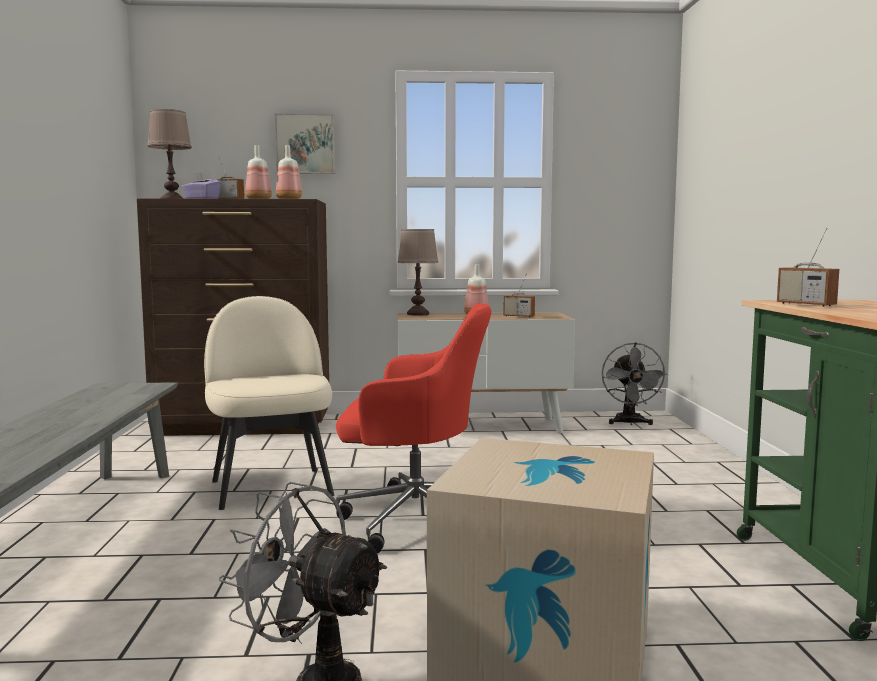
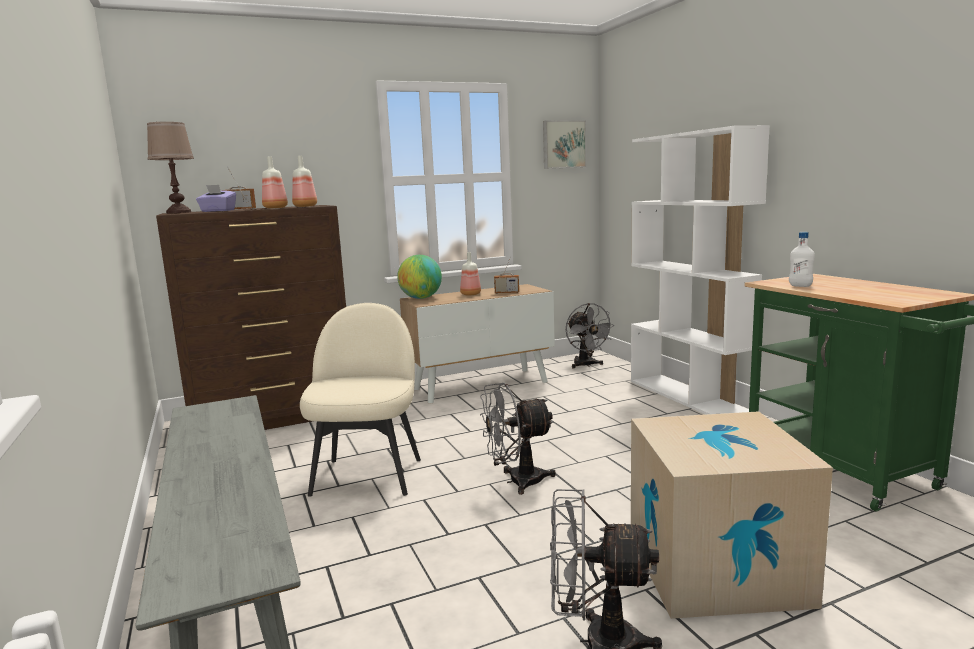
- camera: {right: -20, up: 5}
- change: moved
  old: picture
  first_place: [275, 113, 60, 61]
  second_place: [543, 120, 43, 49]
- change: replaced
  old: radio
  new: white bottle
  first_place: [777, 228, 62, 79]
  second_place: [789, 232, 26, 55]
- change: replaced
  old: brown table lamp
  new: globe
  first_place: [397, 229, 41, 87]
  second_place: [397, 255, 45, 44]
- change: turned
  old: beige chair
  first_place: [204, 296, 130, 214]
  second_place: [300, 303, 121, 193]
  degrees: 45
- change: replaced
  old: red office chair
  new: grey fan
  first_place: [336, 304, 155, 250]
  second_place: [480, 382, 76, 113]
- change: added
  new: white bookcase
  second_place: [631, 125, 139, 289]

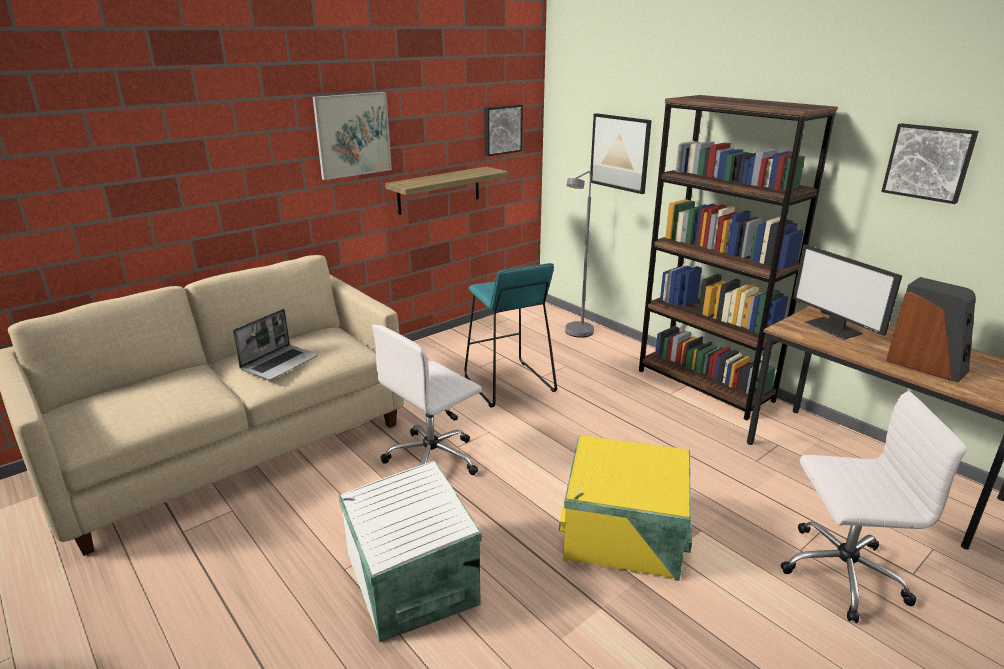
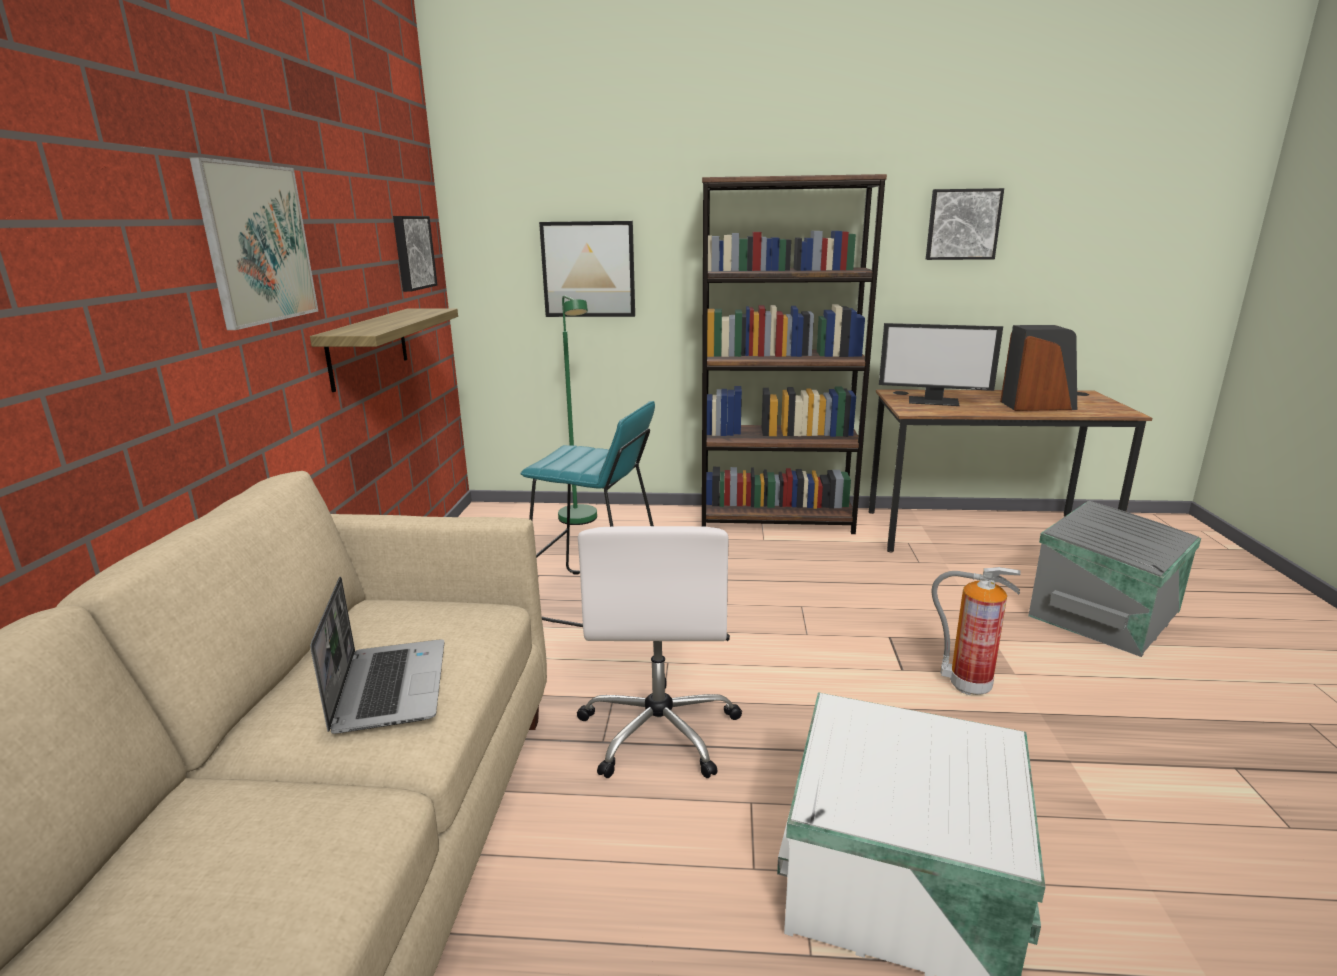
- camera: {right: -45, up: -5}
- change: recoloured
  old: grey floor lamp
  new: green floor lamp
  first_place: [565, 171, 29, 167]
  second_place: [558, 295, 39, 230]
- change: replaced
  old: white office chair
  new: grey storage box
  first_place: [781, 391, 186, 232]
  second_place: [1028, 501, 173, 156]
- change: replaced
  old: yellow storage box
  new: fire extinguisher
  first_place: [559, 435, 133, 146]
  second_place: [932, 567, 89, 128]

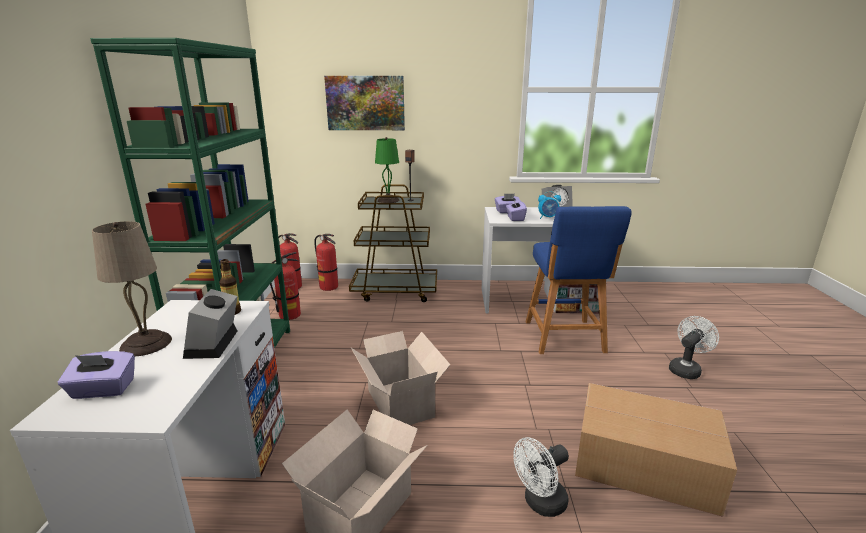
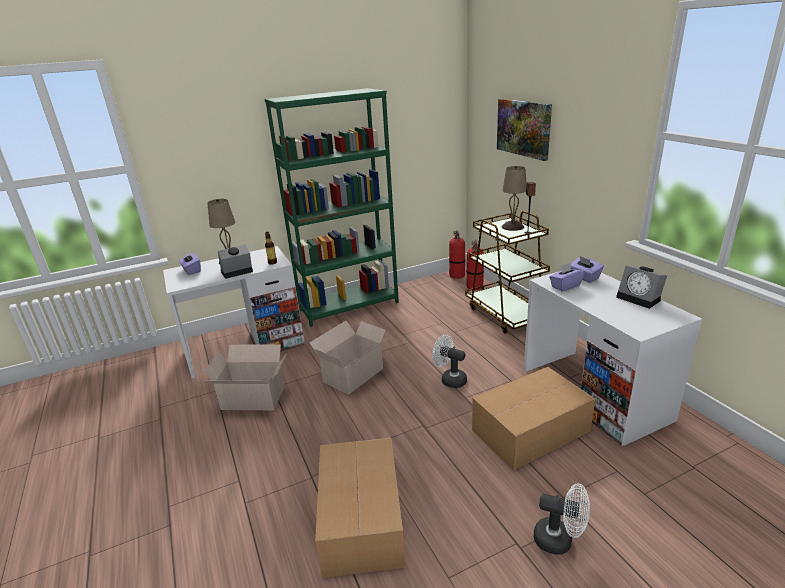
- camera: {right: 65, up: 5}
- change: recoloured
  old: green table lamp
  new: beige table lamp
  first_place: [375, 137, 25, 66]
  second_place: [502, 166, 25, 65]
- change: removed
  old: alarm clock
  first_place: [538, 191, 23, 28]
- change: replaced
  old: blue stool
  new: cardboard box
  first_place: [525, 206, 107, 148]
  second_place: [472, 367, 123, 104]
- change: removed
  old: fire extinguisher
  first_place: [270, 252, 31, 68]
- change: moved
  old: white fan
  first_place: [513, 437, 56, 80]
  second_place: [432, 334, 35, 54]

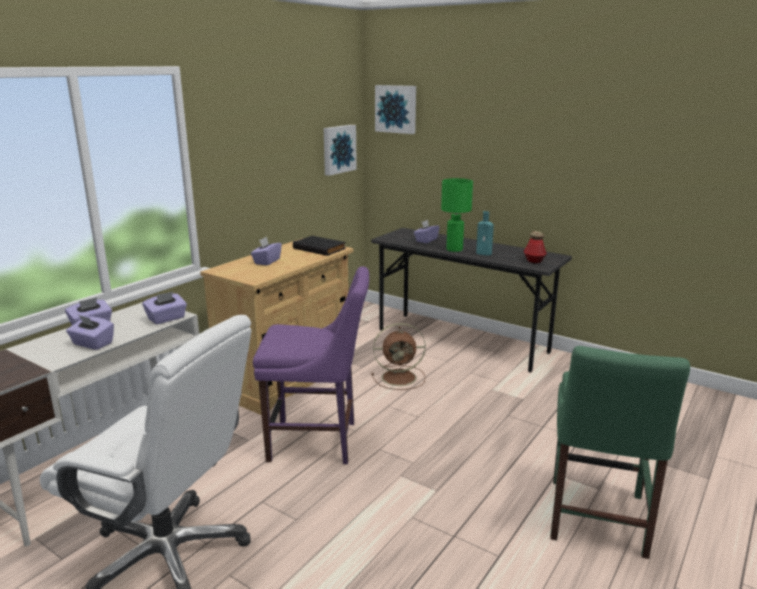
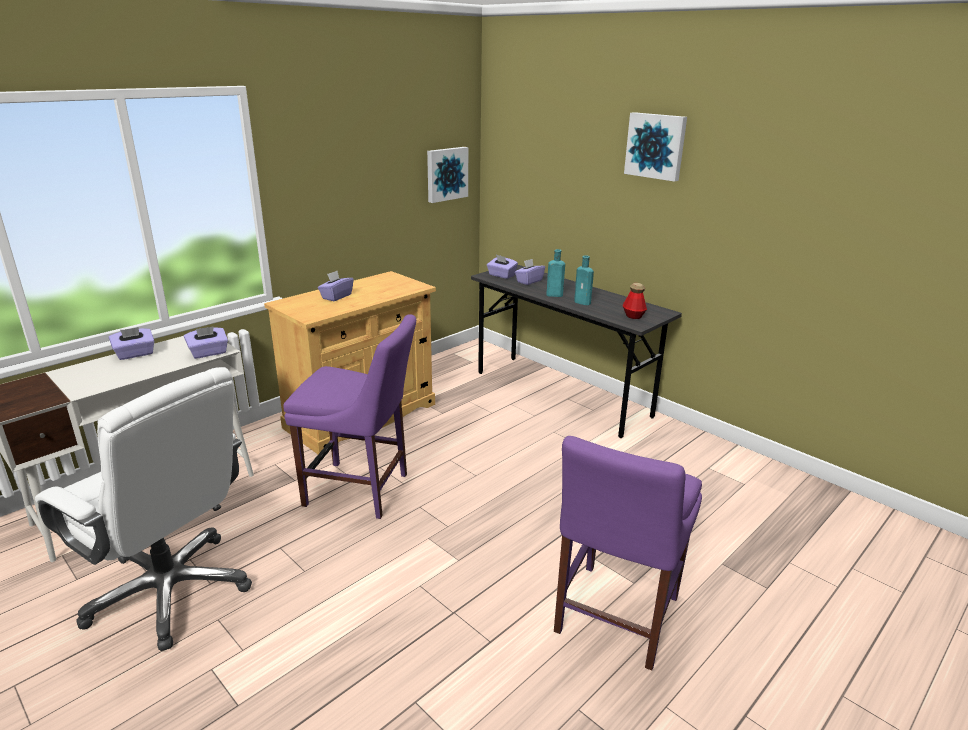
- camera: {right: 10, up: 5}
- change: moved
  old: picture
  first_place: [375, 85, 41, 49]
  second_place: [624, 112, 63, 70]
- change: replaced
  old: green table lamp
  new: turquoise bottle
  first_place: [441, 178, 32, 74]
  second_place: [546, 249, 19, 48]
- change: removed
  old: black book
  first_place: [293, 236, 53, 20]
- change: moved
  old: purple tissue box
  first_place: [66, 315, 48, 35]
  second_place: [487, 255, 31, 24]
- change: removed
  old: brown fan
  first_place: [371, 323, 55, 67]
- change: recoloured
  old: green chair
  new: purple chair
  first_place: [550, 346, 140, 213]
  second_place: [554, 436, 148, 235]

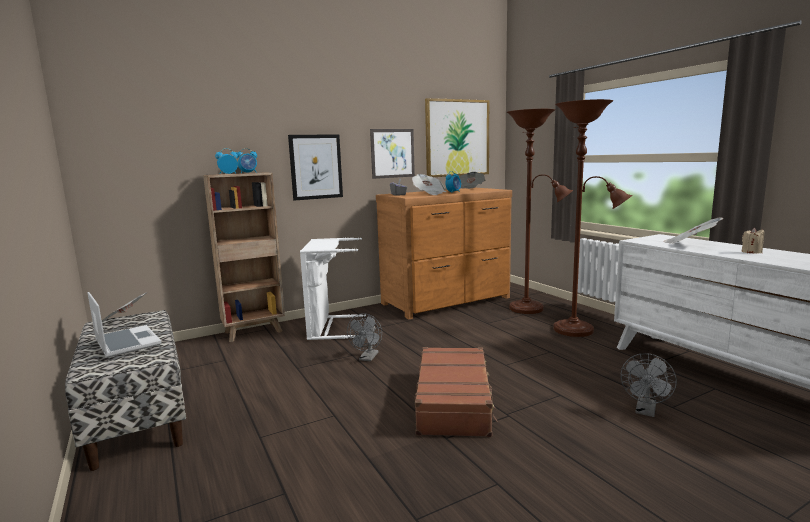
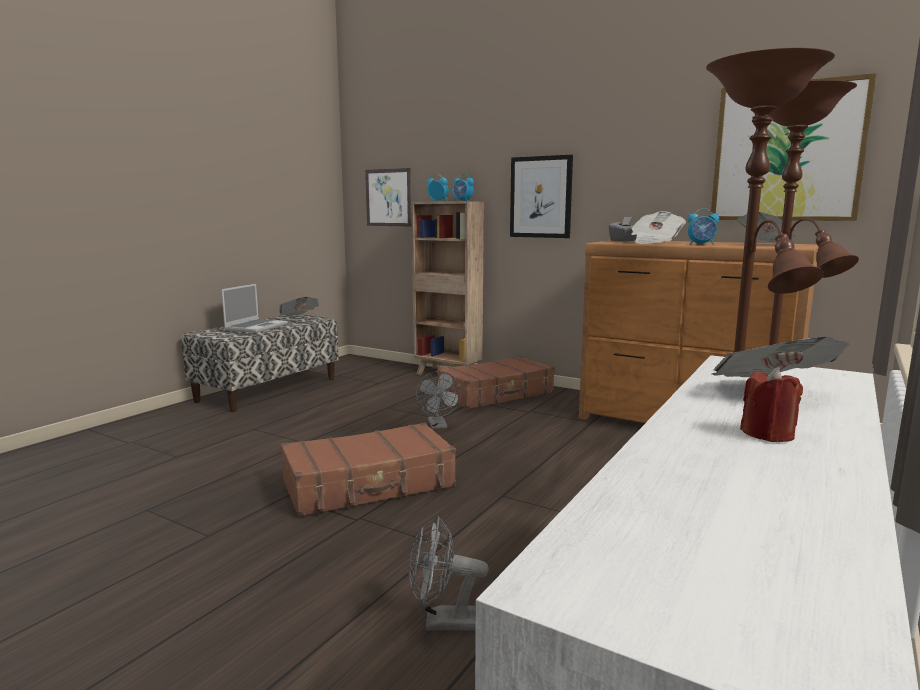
- camera: {right: 60, up: 0}
- change: moved
  old: picture
  first_place: [370, 129, 45, 50]
  second_place: [365, 168, 47, 58]
- change: recoloured
  old: beige candle
  new: red candle
  first_place: [741, 228, 23, 26]
  second_place: [740, 367, 63, 75]
- change: replaced
  old: white laundry basket
  new: brown suitcase
  first_place: [300, 238, 66, 102]
  second_place: [437, 356, 118, 53]
- change: turned
  old: grey fan
  first_place: [347, 313, 35, 48]
  second_place: [416, 371, 45, 58]
  degrees: -90

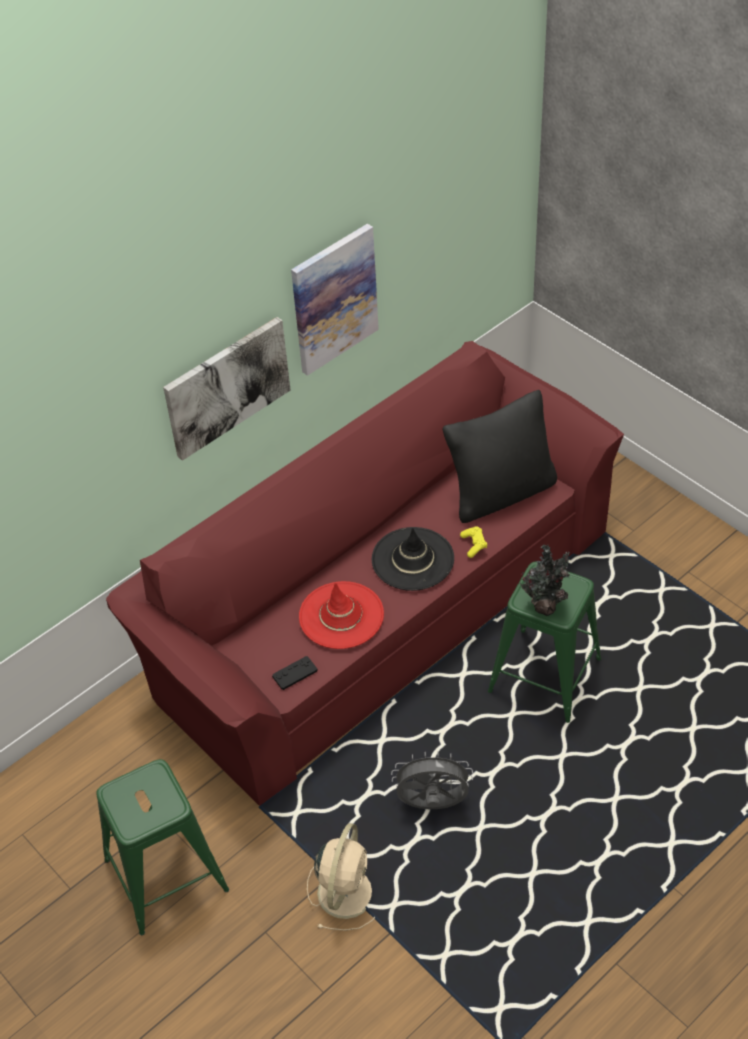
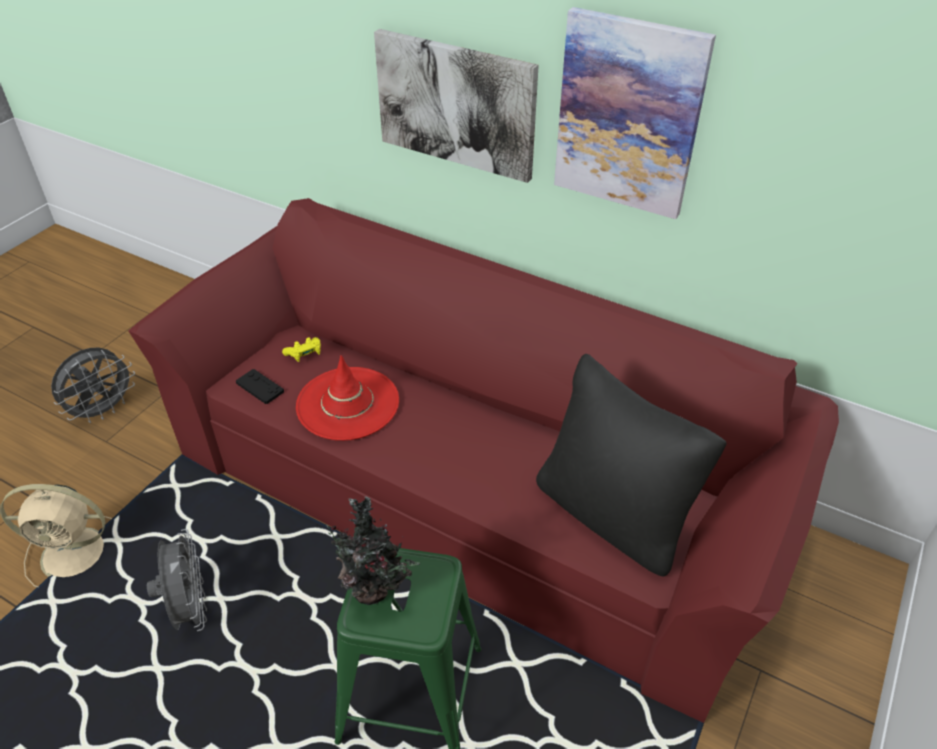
- camera: {right: 70, up: -5}
- change: moved
  old: yellow game controller
  first_place: [460, 526, 27, 32]
  second_place: [282, 337, 39, 25]
- change: removed
  old: black hat
  first_place: [372, 527, 82, 64]
- change: replaced
  old: green stool
  new: grey fan
  first_place: [96, 759, 133, 177]
  second_place: [51, 348, 84, 75]

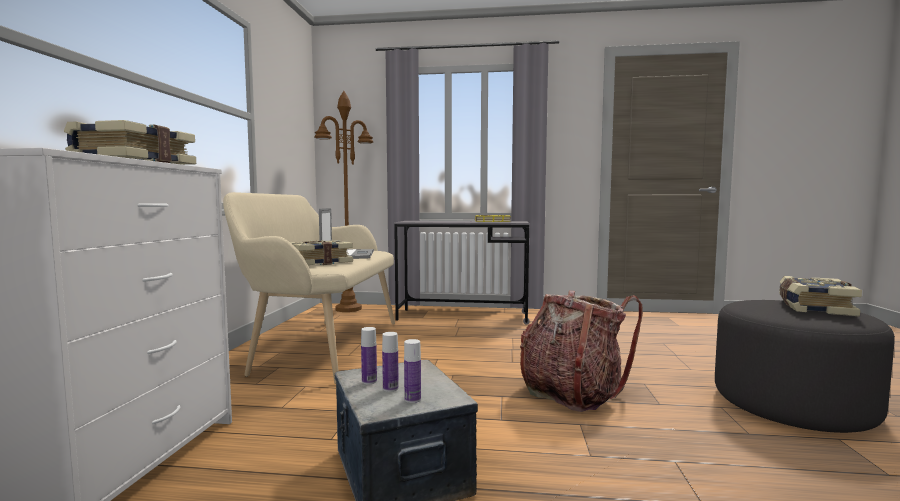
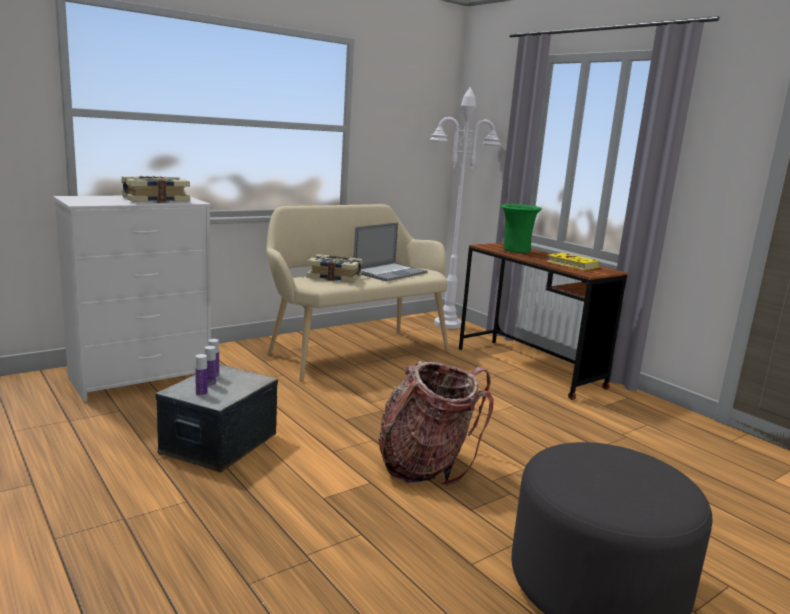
- camera: {right: 45, up: 10}
- change: recoloured
  old: brown floor lamp
  new: white floor lamp
  first_place: [314, 91, 60, 221]
  second_place: [430, 87, 71, 242]
- change: recoloured
  old: grey desk
  new: brown desk
  first_place: [394, 221, 136, 104]
  second_place: [459, 243, 169, 157]
- change: removed
  old: book
  first_place: [779, 276, 83, 40]
- change: added
  new: green vase
  second_place: [500, 204, 42, 49]

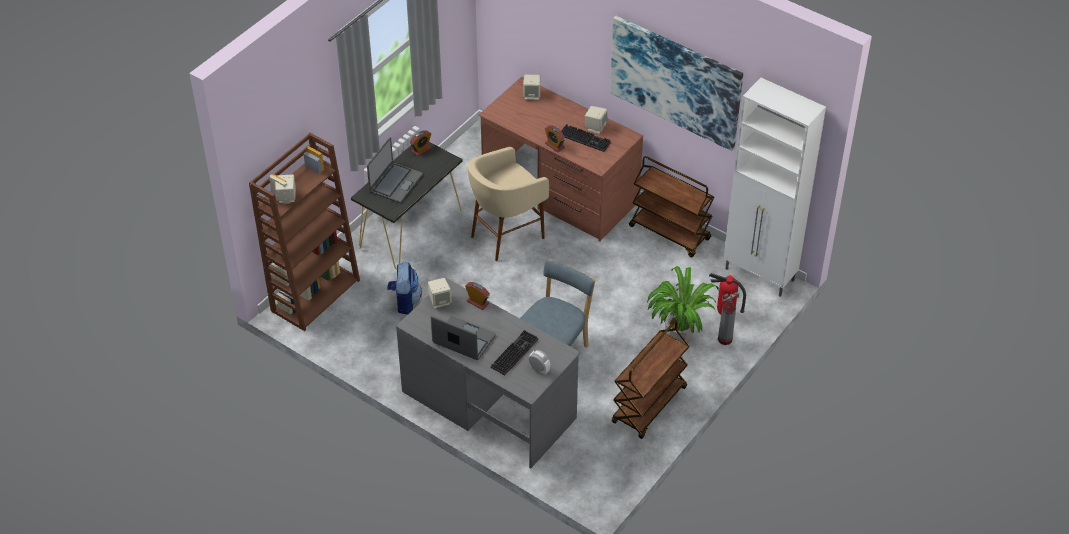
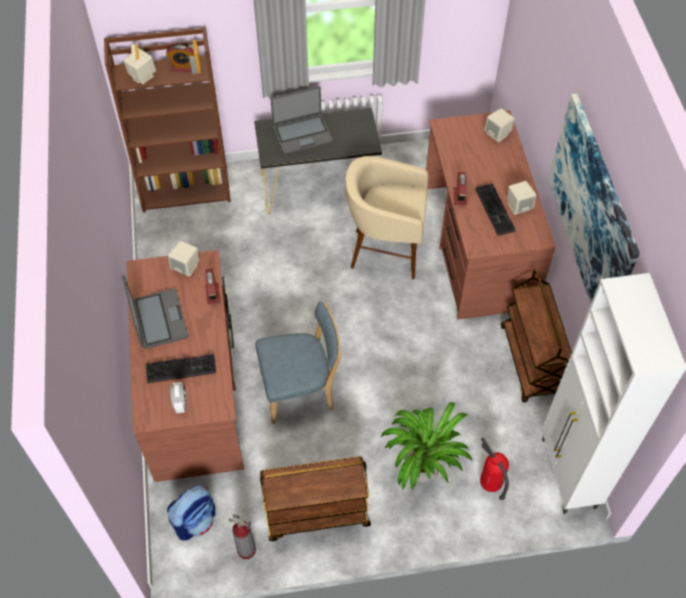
- camera: {right: 45, up: 10}
- change: moved
  old: alarm clock
  first_place: [410, 130, 21, 27]
  second_place: [166, 45, 29, 27]
- change: moved
  old: backpack
  first_place: [387, 262, 35, 53]
  second_place: [167, 485, 49, 56]
- change: recoloured
  old: grey desk
  new: brown desk
  first_place: [396, 278, 185, 190]
  second_place: [127, 250, 117, 232]
- change: moved
  old: fire extinguisher
  first_place: [718, 292, 22, 53]
  second_place: [228, 514, 28, 45]

